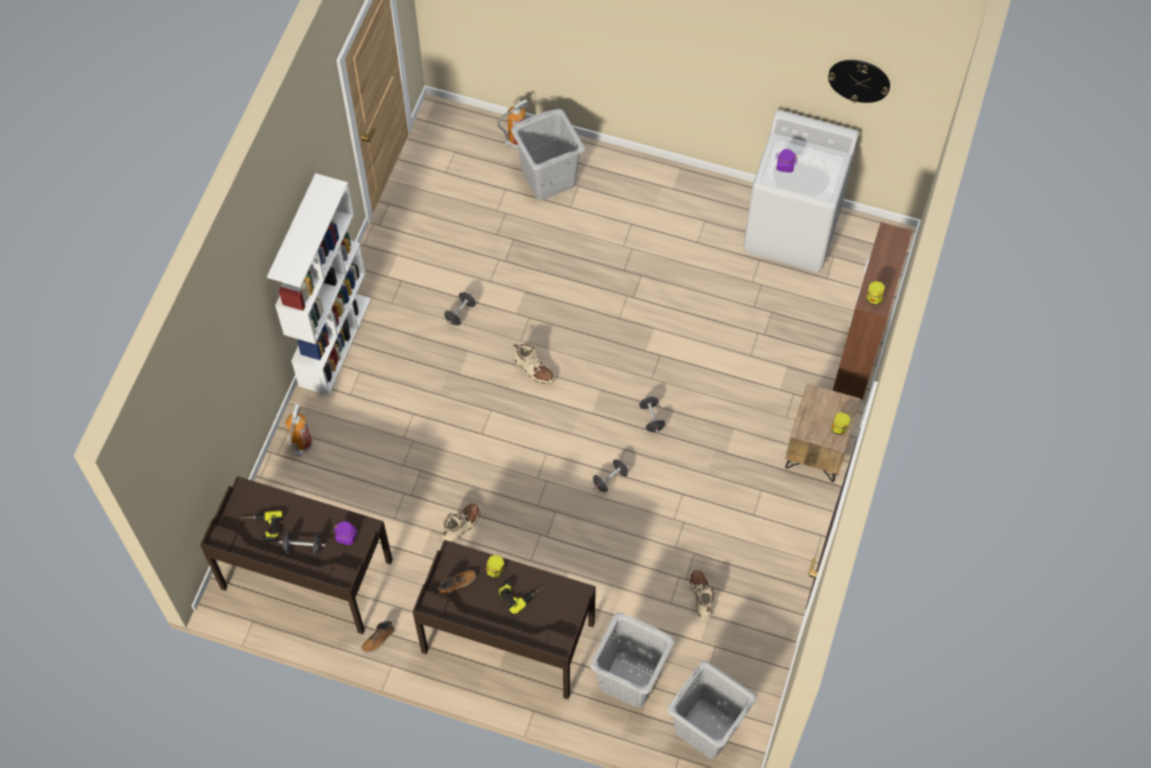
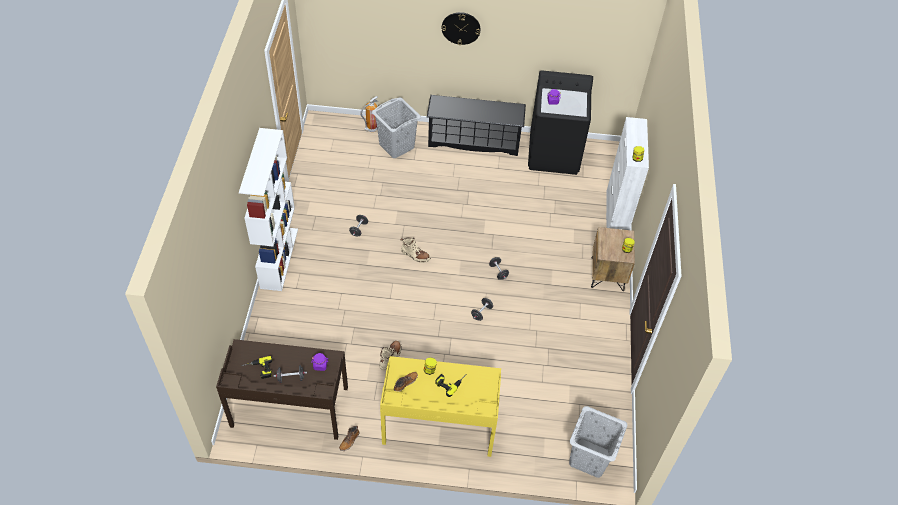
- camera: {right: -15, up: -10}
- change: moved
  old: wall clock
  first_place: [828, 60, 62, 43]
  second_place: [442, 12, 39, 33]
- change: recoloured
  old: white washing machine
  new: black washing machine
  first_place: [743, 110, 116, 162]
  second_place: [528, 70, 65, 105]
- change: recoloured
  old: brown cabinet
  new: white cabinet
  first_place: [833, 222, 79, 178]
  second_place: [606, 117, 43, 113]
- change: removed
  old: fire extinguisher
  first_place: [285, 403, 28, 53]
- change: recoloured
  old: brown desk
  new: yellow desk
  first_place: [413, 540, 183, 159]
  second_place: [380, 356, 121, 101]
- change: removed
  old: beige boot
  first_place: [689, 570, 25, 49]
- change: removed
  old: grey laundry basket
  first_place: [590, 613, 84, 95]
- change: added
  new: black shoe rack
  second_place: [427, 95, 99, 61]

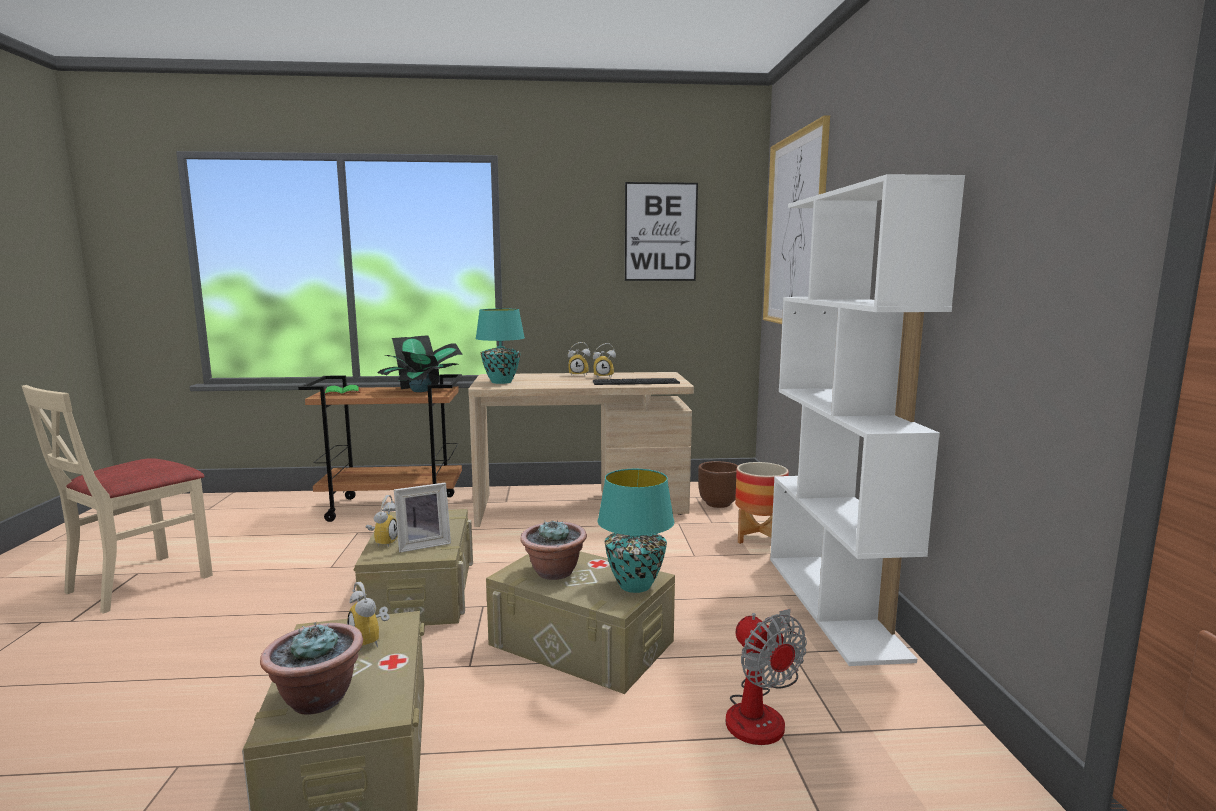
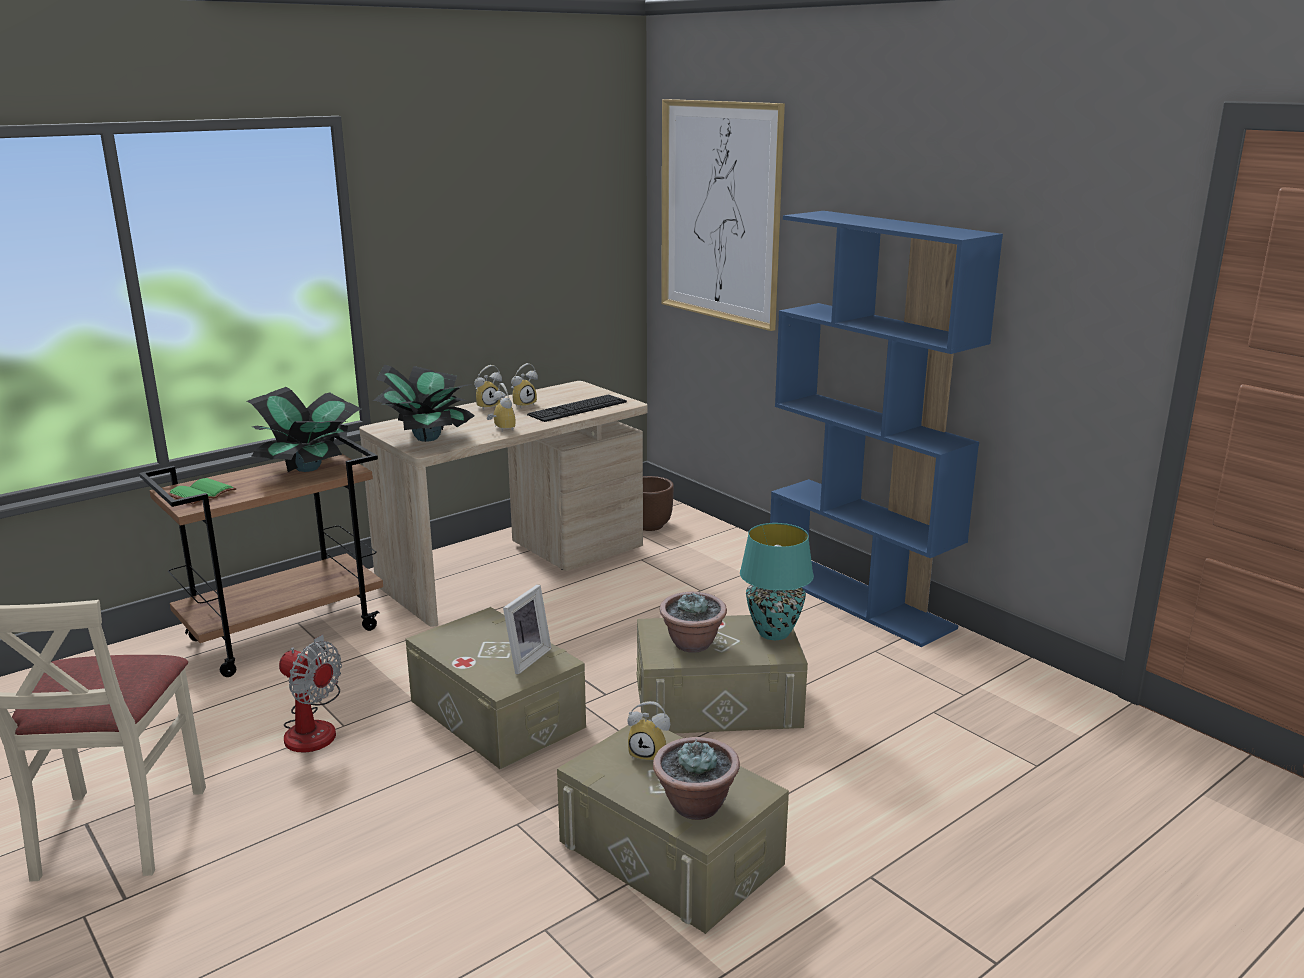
- camera: {right: -35, up: 10}
- change: recoloured
  old: white bookcase
  new: blue bookcase
  first_place: [770, 174, 195, 492]
  second_place: [770, 211, 233, 436]
- change: removed
  old: picture
  first_place: [625, 182, 73, 99]
- change: replaced
  old: turquoise table lamp
  new: potted plant
  first_place: [475, 308, 50, 76]
  second_place: [373, 365, 101, 77]
- change: removed
  old: planter
  first_place: [735, 462, 54, 82]
- change: moved
  old: alarm clock
  first_place: [366, 495, 32, 52]
  second_place: [487, 383, 28, 48]
- change: moved
  old: fan
  first_place: [726, 609, 81, 136]
  second_place: [279, 634, 63, 118]

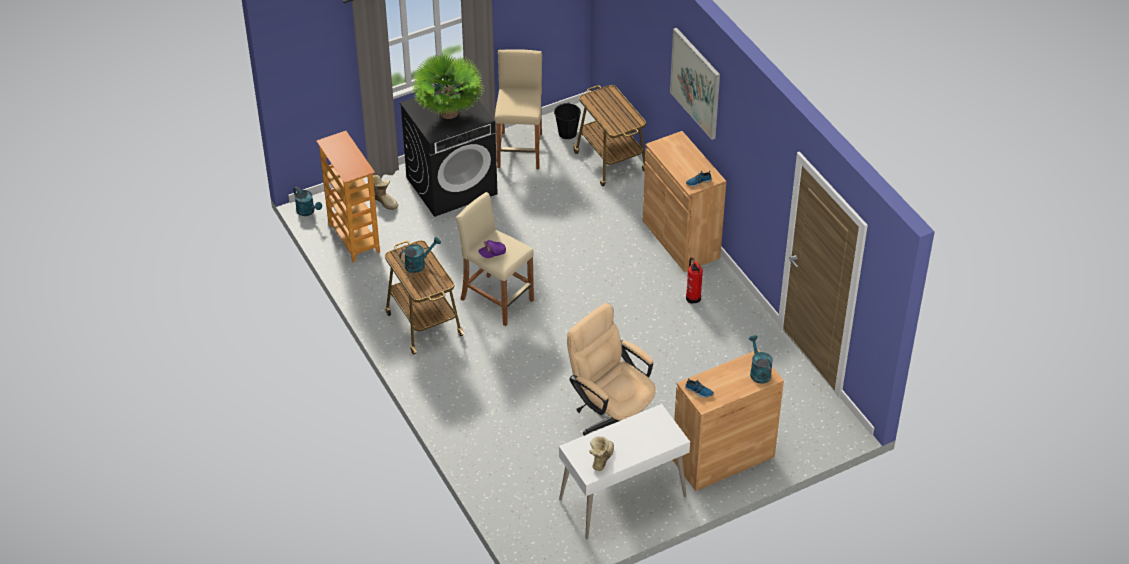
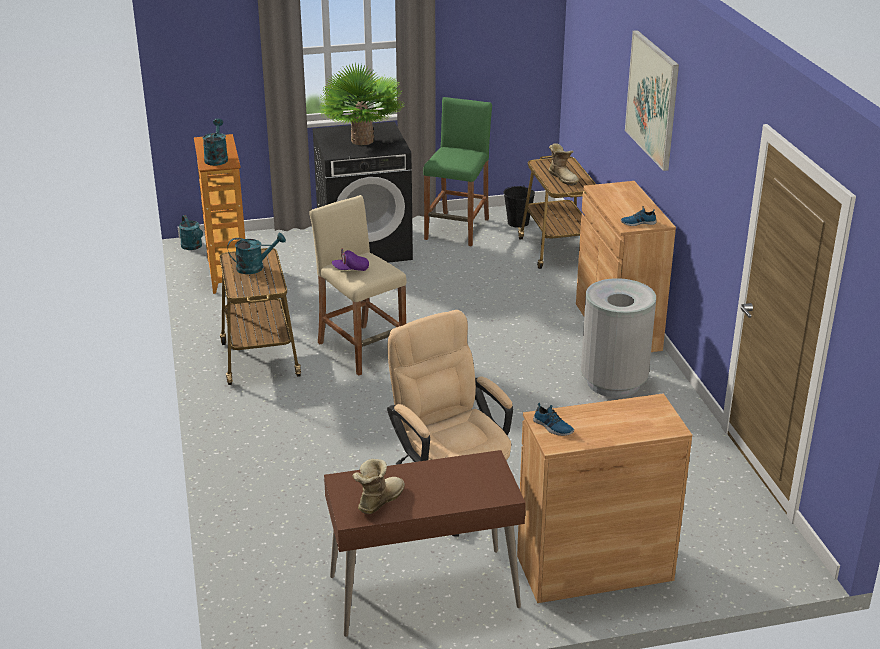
- camera: {right: 15, up: -15}
- change: recoloured
  old: beige stool
  new: green stool
  first_place: [495, 49, 47, 120]
  second_place: [423, 97, 69, 150]
- change: moved
  old: boot
  first_place: [373, 175, 25, 35]
  second_place: [549, 143, 30, 43]
- change: replaced
  old: fire extinguisher
  new: grey trash can
  first_place: [686, 257, 17, 47]
  second_place: [581, 278, 75, 119]
- change: moved
  old: turquoise watering can
  first_place: [749, 335, 24, 49]
  second_place: [203, 118, 25, 48]
- change: recoloured
  old: white desk
  new: brown desk
  first_place: [559, 404, 131, 136]
  second_place: [324, 450, 202, 187]

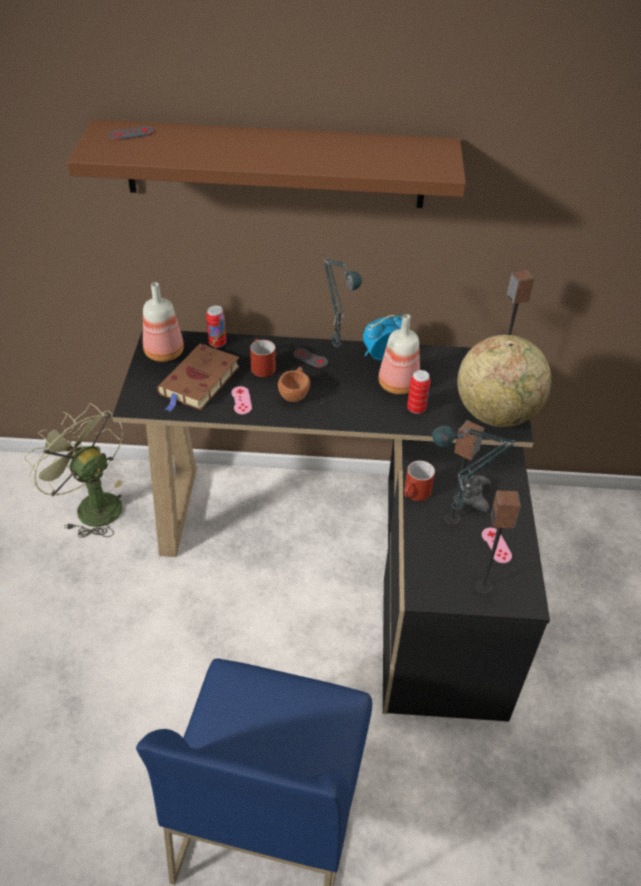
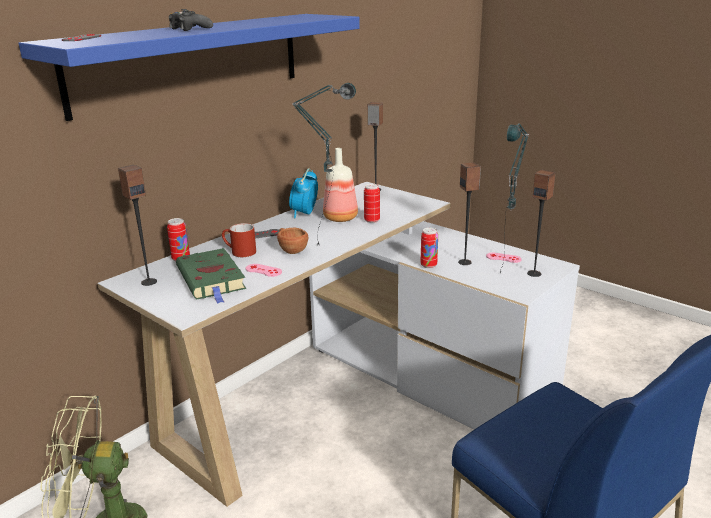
- camera: {right: -50, up: -20}
- change: recoloured
  old: brown shelf
  new: blue shelf
  first_place: [67, 119, 399, 89]
  second_place: [18, 14, 342, 107]
- change: replaced
  old: bottle
  new: speaker
  first_place: [143, 282, 41, 80]
  second_place: [118, 165, 39, 121]
- change: recoloured
  old: black desk
  new: white desk
  first_place: [112, 329, 438, 393]
  second_place: [98, 182, 482, 325]
- change: removed
  old: globe
  first_place: [457, 335, 94, 92]
- change: recoloured
  old: brown book
  new: green book
  first_place: [157, 344, 83, 68]
  second_place: [176, 248, 70, 56]
- change: replaced
  old: red mug
  new: can
  first_place: [404, 460, 31, 41]
  second_place: [421, 228, 17, 40]
- change: moved
  old: black game controller
  first_place: [462, 475, 29, 37]
  second_place: [169, 9, 44, 22]

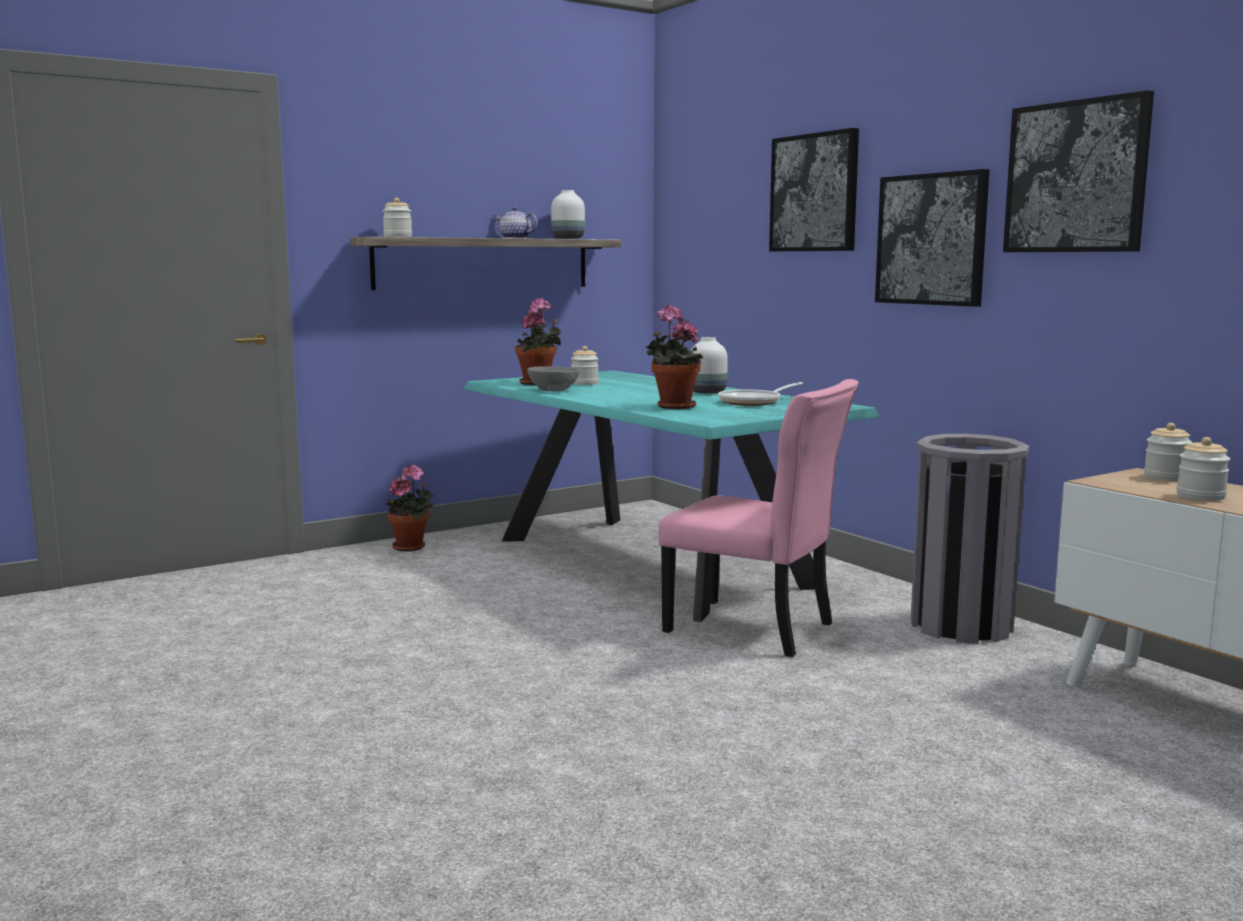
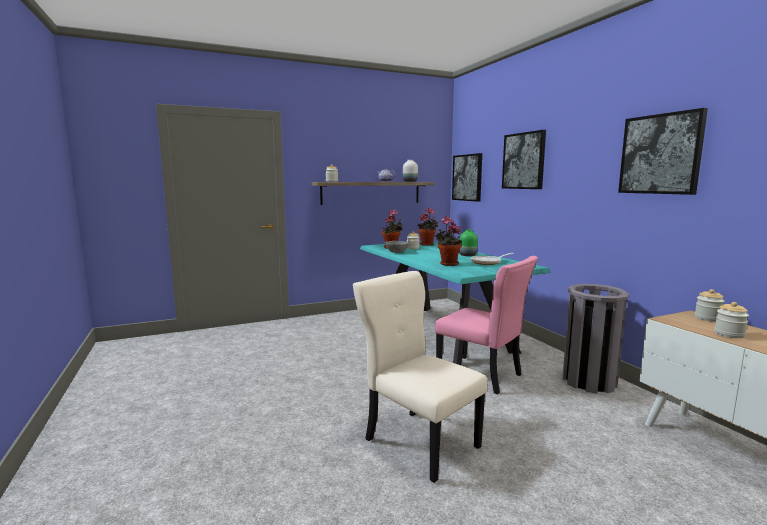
- camera: {right: 10, up: 0}
- change: moved
  old: picture
  first_place: [875, 169, 114, 138]
  second_place: [452, 153, 30, 49]
- change: recoloured
  old: white vase
  new: green vase
  first_place: [690, 337, 38, 57]
  second_place: [459, 230, 19, 26]
- change: moved
  old: potted plant
  first_place: [386, 464, 48, 87]
  second_place: [417, 208, 21, 38]
- change: added
  new: beige chair
  second_place: [353, 271, 134, 212]

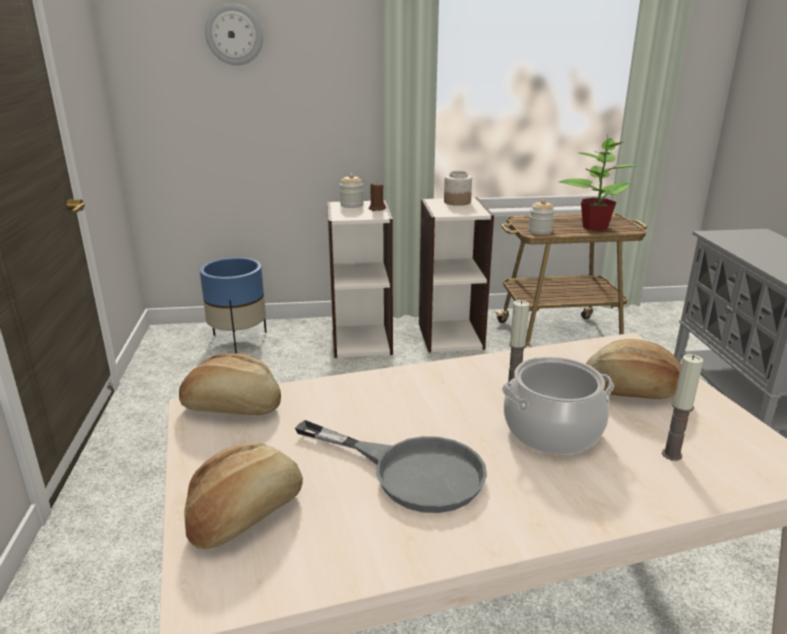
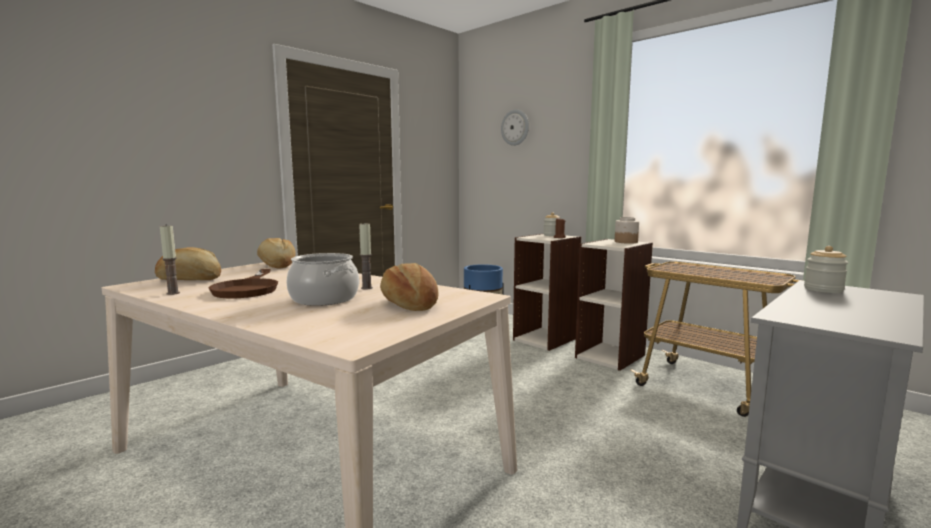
- camera: {right: 50, up: -15}
- change: removed
  old: potted plant
  first_place: [558, 138, 80, 93]
- change: moved
  old: jar
  first_place: [528, 199, 27, 36]
  second_place: [804, 246, 44, 47]
- change: moved
  old: candle
  first_place: [662, 354, 41, 107]
  second_place: [160, 226, 20, 69]
- change: recoloured
  old: grey frying pan
  new: brown frying pan
  first_place: [295, 420, 192, 93]
  second_place: [209, 269, 69, 29]

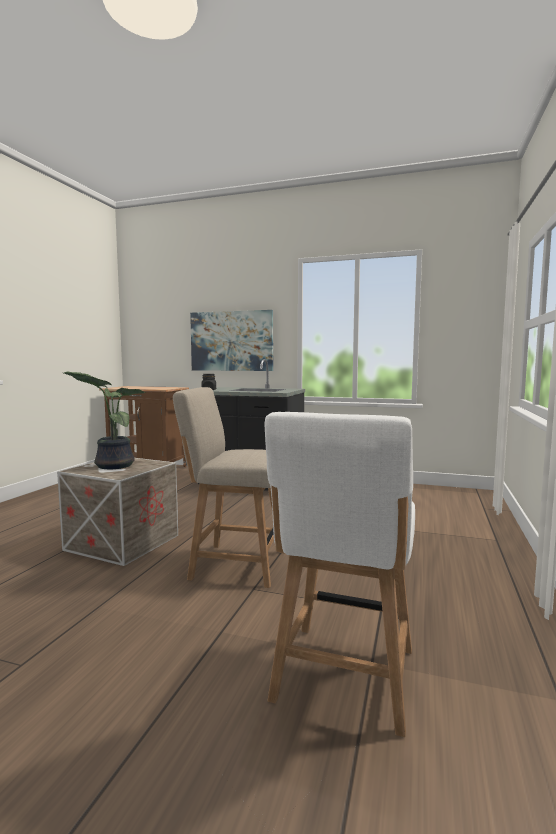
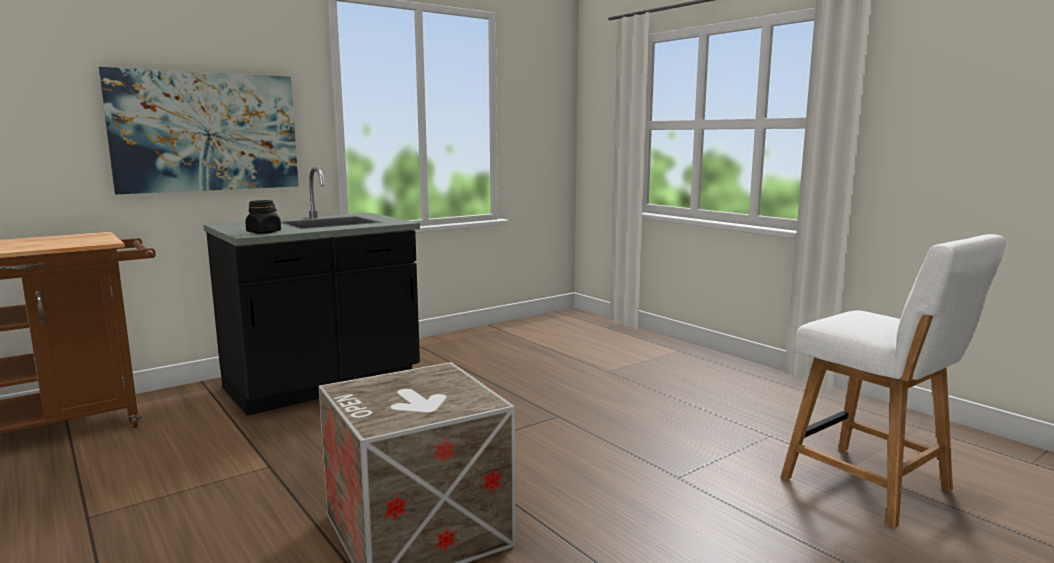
- camera: {right: -55, up: 5}
- change: removed
  old: potted plant
  first_place: [64, 371, 81, 98]
- change: removed
  old: beige chair
  first_place: [173, 387, 110, 201]

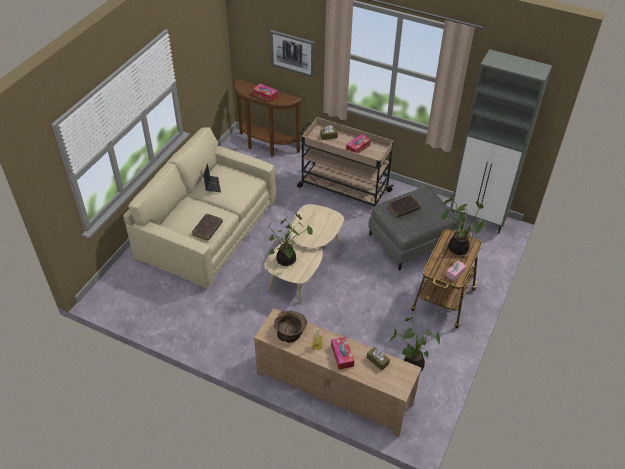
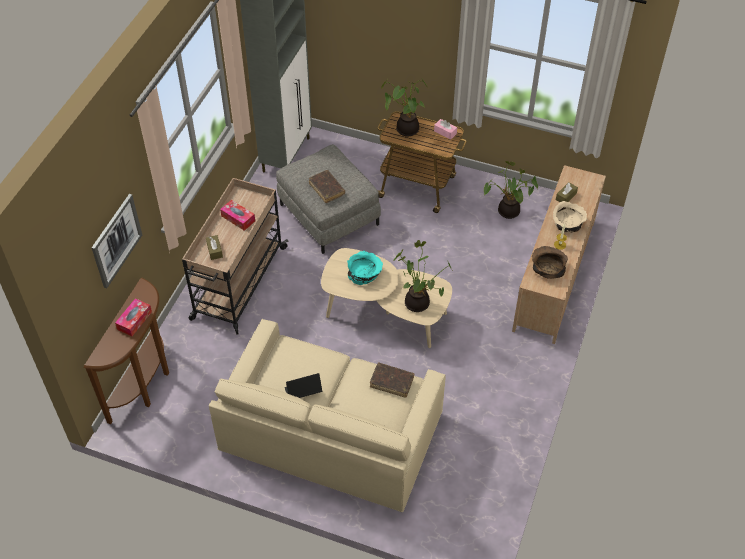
- camera: {right: -95, up: 5}
- change: replaced
  old: tissue box
  new: beige bowl
  first_place: [331, 337, 23, 33]
  second_place: [553, 201, 34, 31]
- change: added
  new: turquoise bowl
  second_place: [347, 251, 36, 34]

